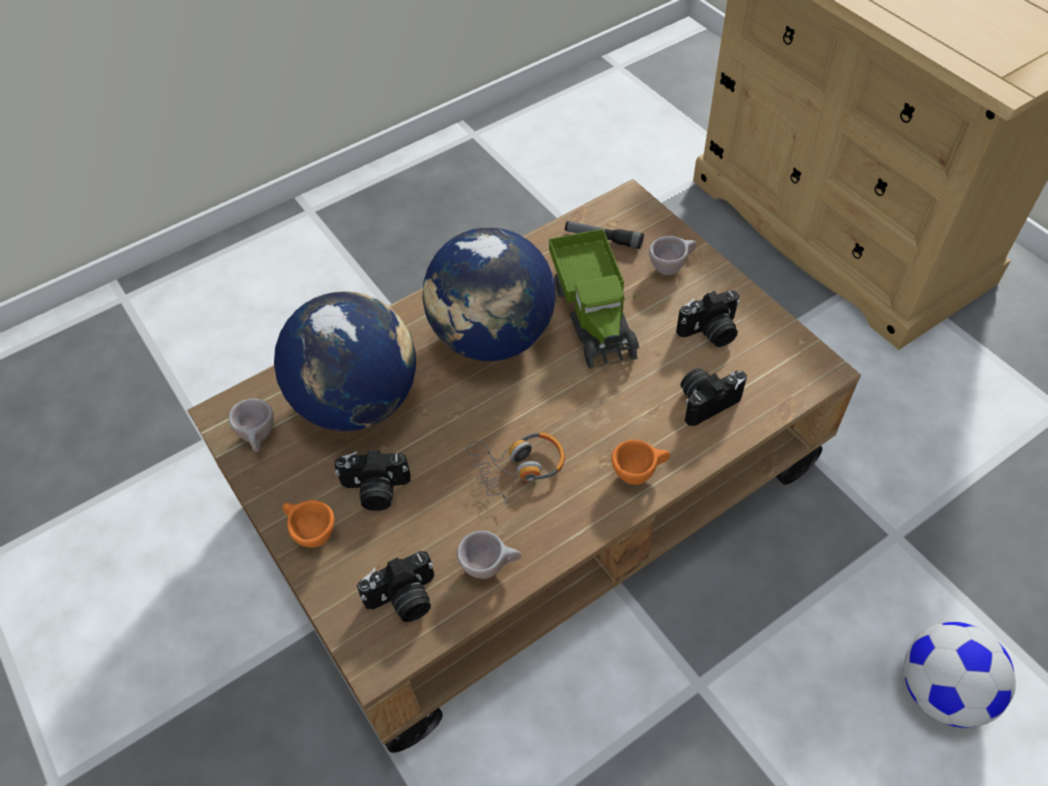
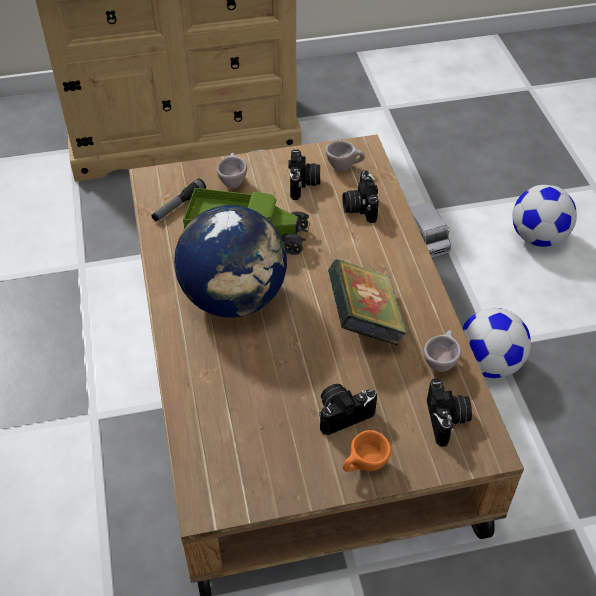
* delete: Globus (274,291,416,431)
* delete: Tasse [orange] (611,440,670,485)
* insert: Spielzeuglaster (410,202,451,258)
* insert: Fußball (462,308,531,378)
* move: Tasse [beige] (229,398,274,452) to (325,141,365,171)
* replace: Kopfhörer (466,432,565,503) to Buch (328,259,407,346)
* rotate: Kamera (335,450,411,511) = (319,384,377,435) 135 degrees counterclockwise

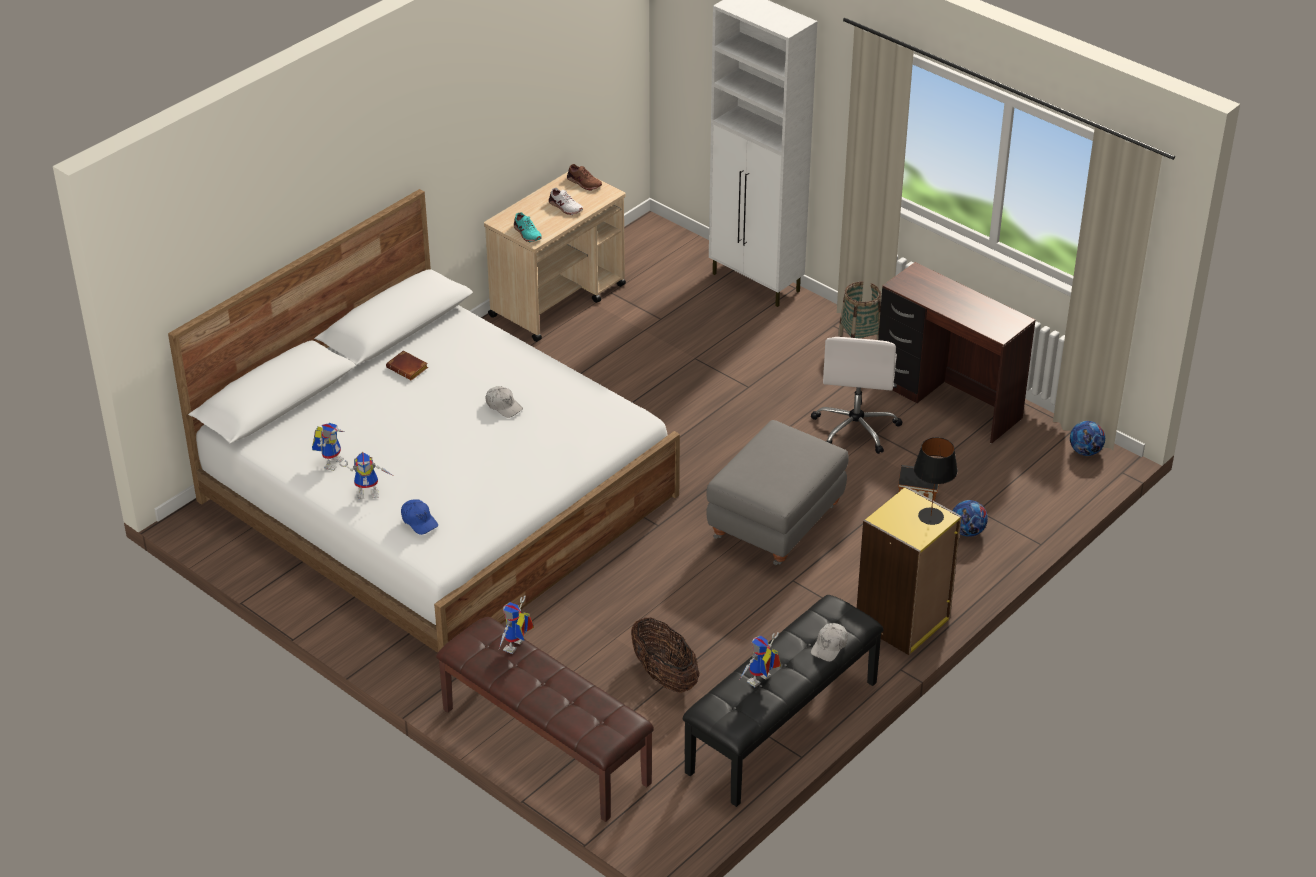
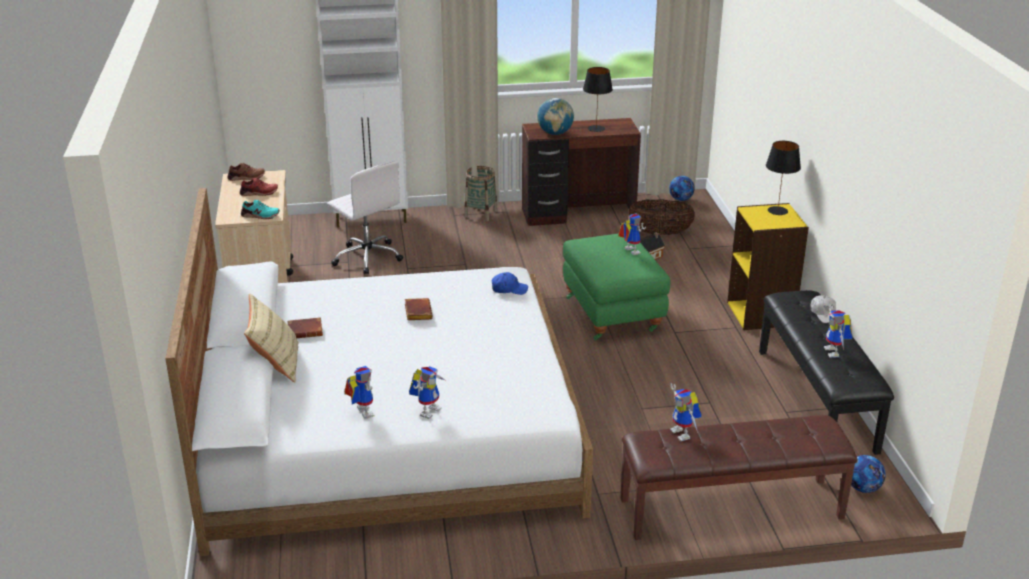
* insert: Kissen [beige] (244,293,298,382)
* insert: Globus (537,98,574,135)
* insert: Tischlampe [schwarz] (583,67,613,132)
* insert: Spielzeugroboter (618,213,646,255)
* move: Kappe [blau] (401,499,438,535) to (492,272,528,295)
* move: Korb (631,618,699,693) to (628,199,695,235)
* move: Bürostuhl [weiß] (811,337,903,454) to (327,161,403,275)
* move: Fußball (953,500,988,537) to (851,455,886,493)
* replace: Kappe [weiß] (486,386,523,418) to Buch [braun] (405,298,433,320)
* recolor: Schuh [weiß] (549,188,583,215) to Schuh [rot] (240,178,278,196)
* recolor: Polsterhocker [grau] (706,420,849,565) to Polsterhocker [grün] (563,234,670,341)

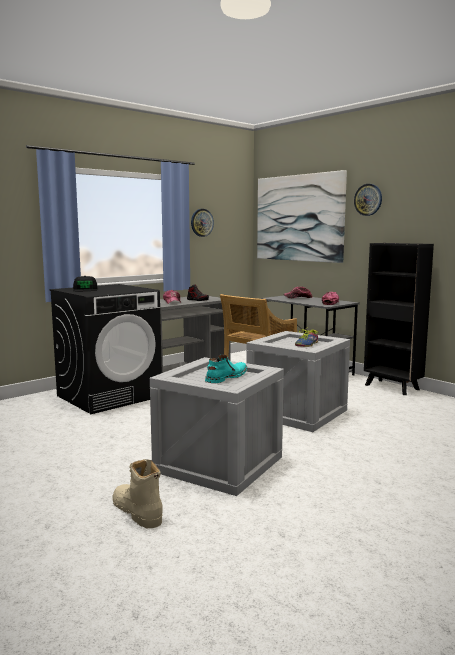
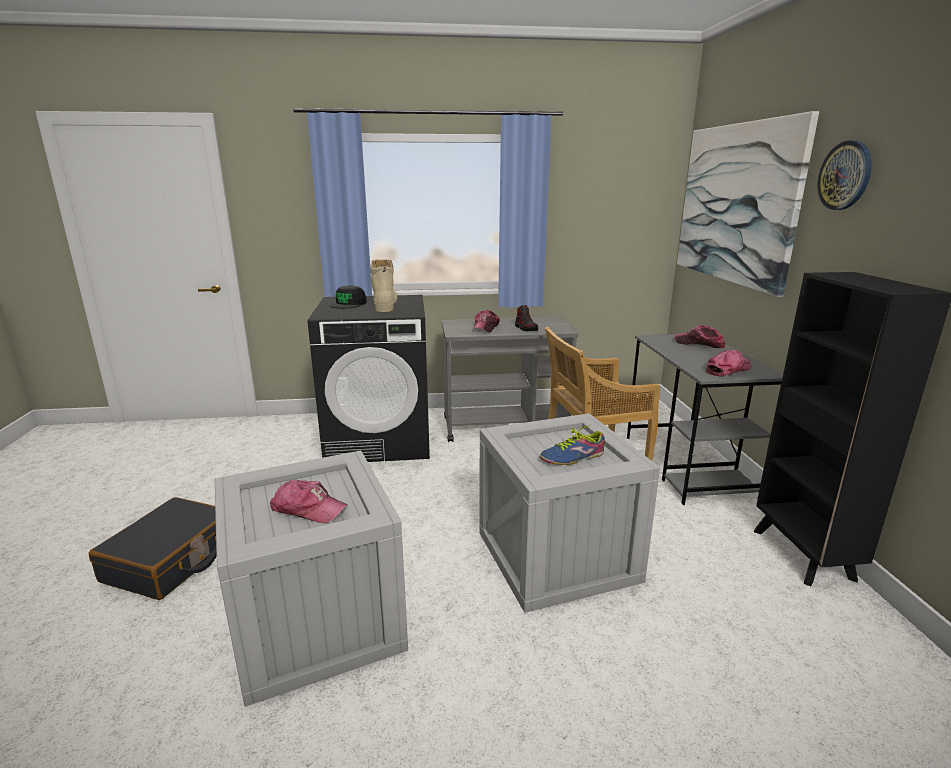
* delete: Wanduhr (191,209,214,237)
* insert: Koffer [schwarz] (89,497,217,600)
* move: Stiefel [beige] (113,459,163,528) to (370,259,397,312)
* replace: Stiefel [türkis] (205,355,247,383) to Kappe (270,480,348,523)

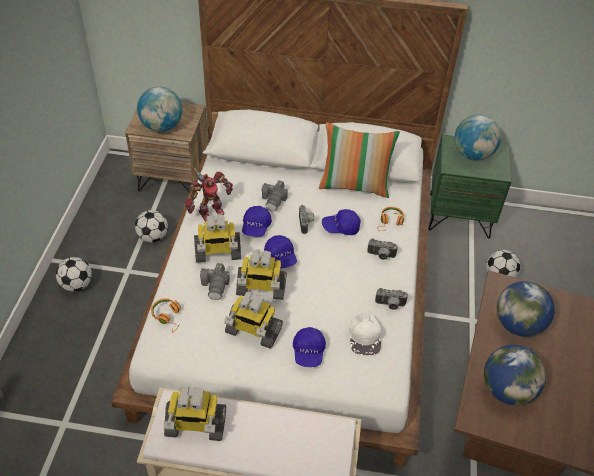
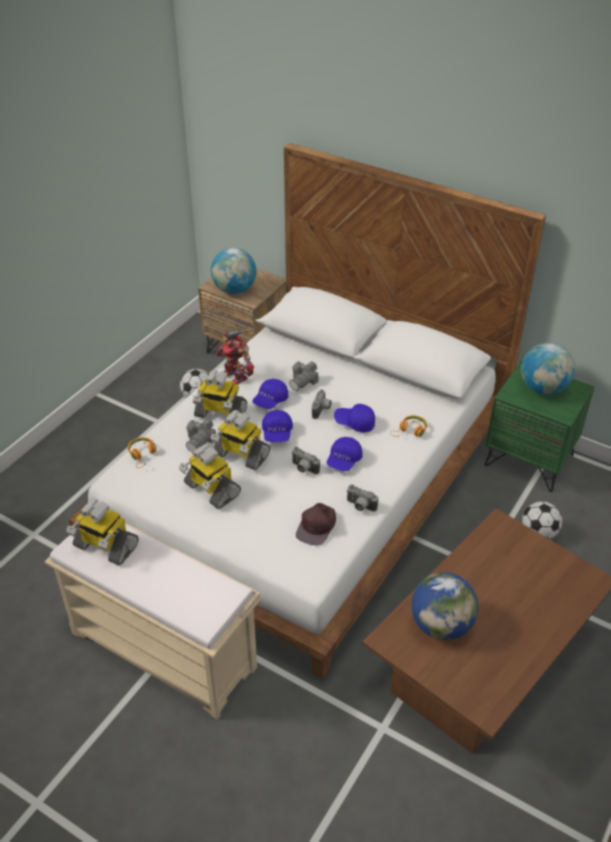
* delete: Fußball (56,257,92,291)
* delete: Kissen (319,122,400,198)
* delete: Globus (497,281,555,337)
* move: Kappe [blau] (293,327,326,367) to (327,437,363,471)
* move: Kamera (367,238,398,260) to (292,447,320,474)
* recolor: Kappe [weiß] (349,314,381,356) to Kappe [braun] (296,503,336,546)
* rotate: Spielzeugroboter (185,168,233,222) = (216,329,254,385) 60 degrees clockwise

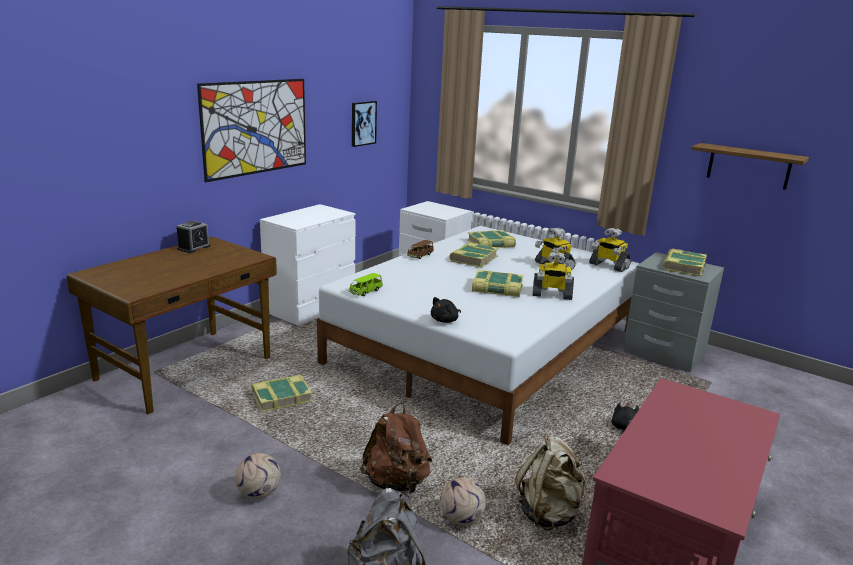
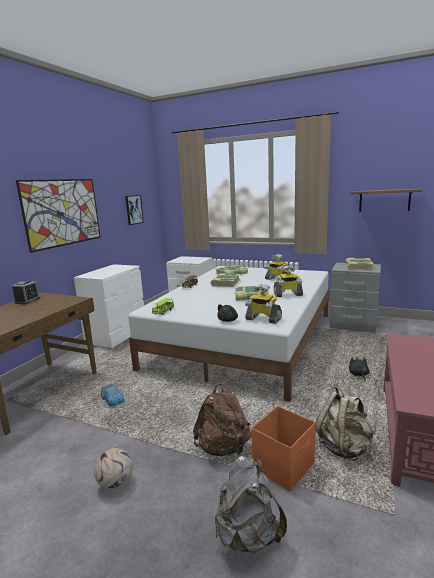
* move: Spielzeugroboter (589,228,631,272) to (245,284,282,324)
* replace: Buch (252,375,312,412) to Spielzeugauto (101,384,125,407)
* replace: Fußball (440,477,486,525) to Aufbewahrungsbox [orange] (251,406,316,491)

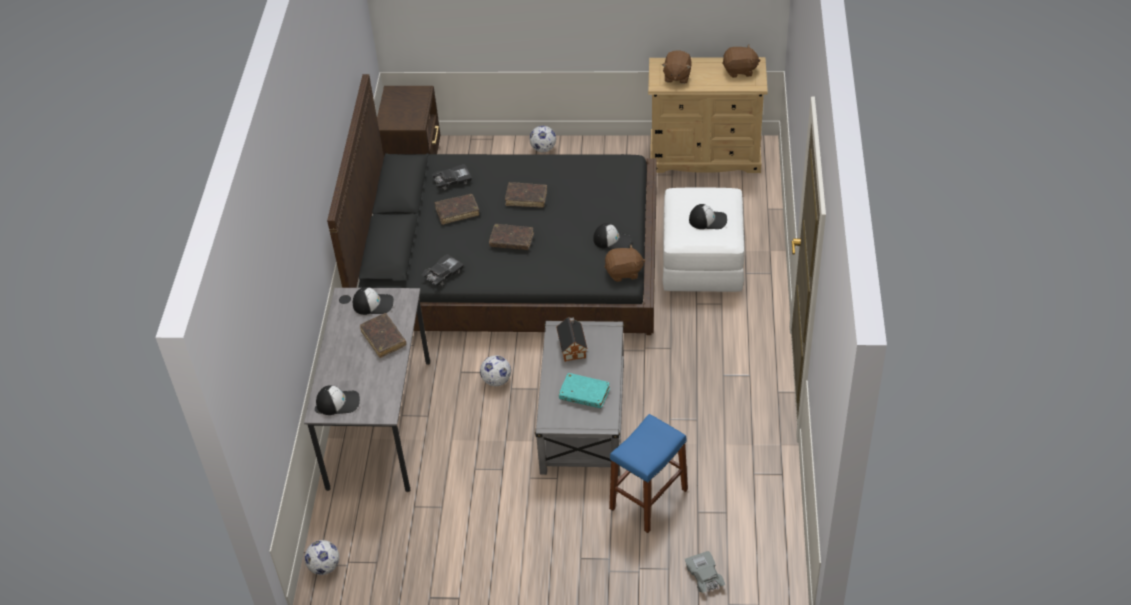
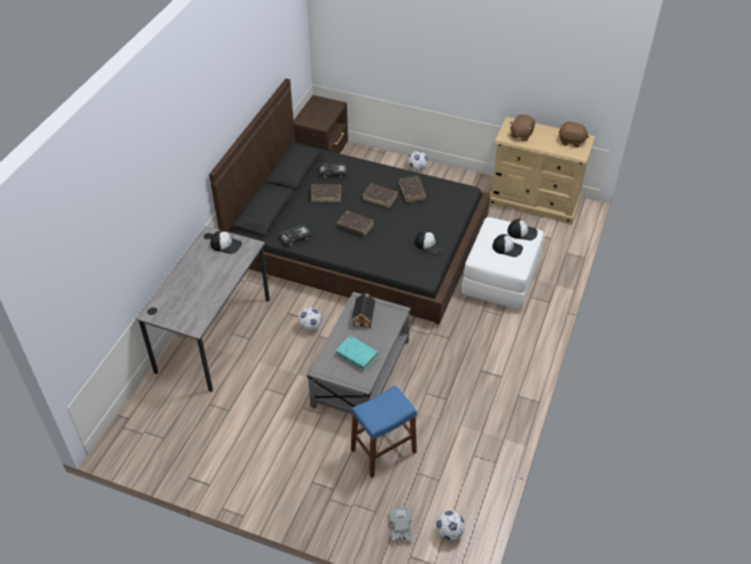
* delete: Plüschtier [braun] (604,244,645,282)
* move: Fußball (305,540,339,575) to (436,511,465,541)
* move: Kappe (316,385,360,415) to (507,219,537,240)
* move: Buch [braun] (360,313,406,358) to (399,176,426,202)

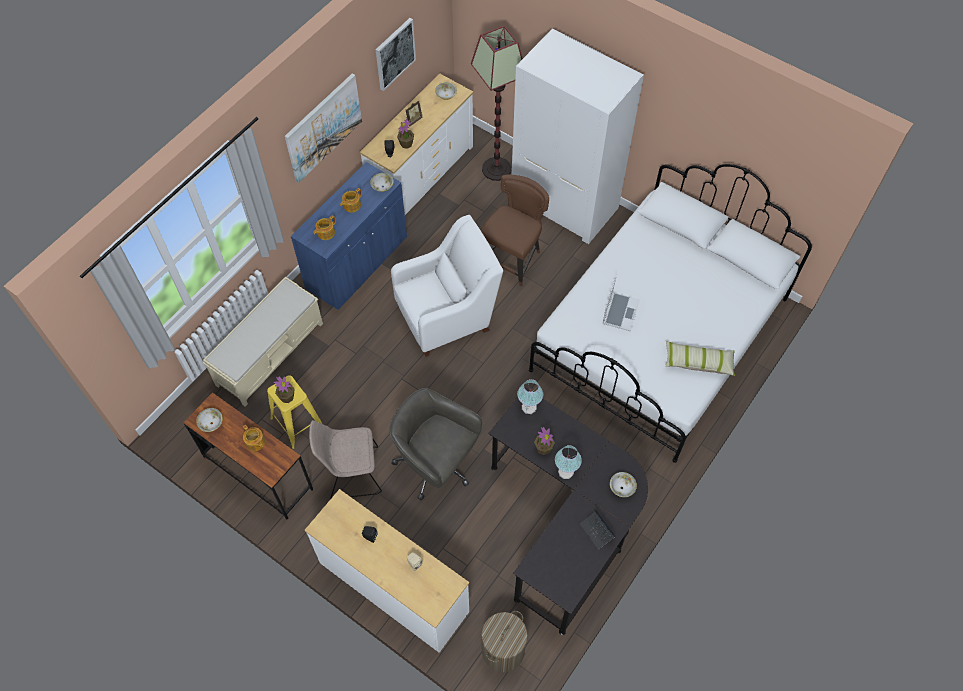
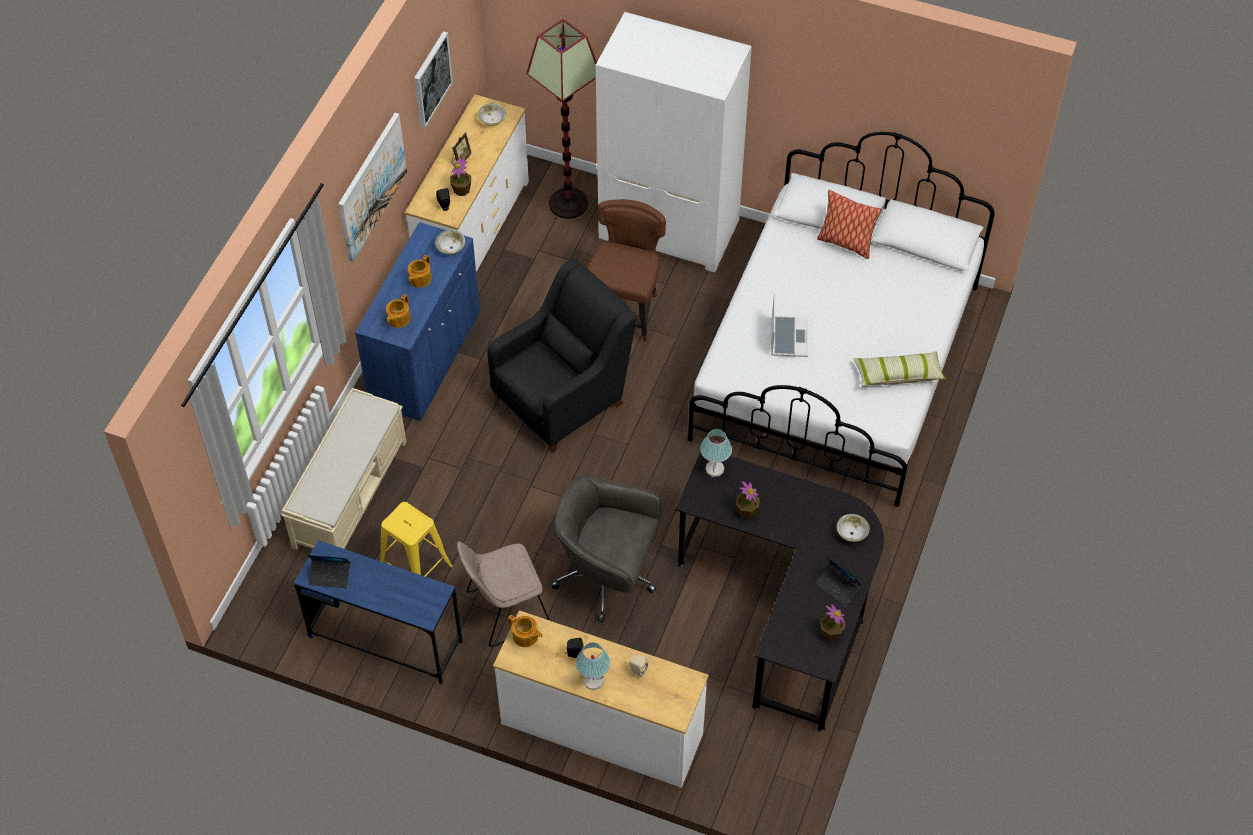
* delete: Wäschekorb (482,611,528,672)
* insert: Kissen (817,190,882,259)
* move: Teekanne (243,425,265,451) to (508,615,543,647)
* move: Topfpflanze (274,376,295,403) to (820,604,846,641)
* move: Tischlampe (555,445,582,479) to (576,642,610,690)
* replace: Schüssel (196,408,223,432) to Laptop (307,555,350,588)
* recolor: Schreibtisch [braun] (183,392,313,519) to Schreibtisch [blau] (294,540,463,684)
* recolor: Sessel [weiß] (391,215,503,357) to Sessel [schwarz] (487,259,637,453)

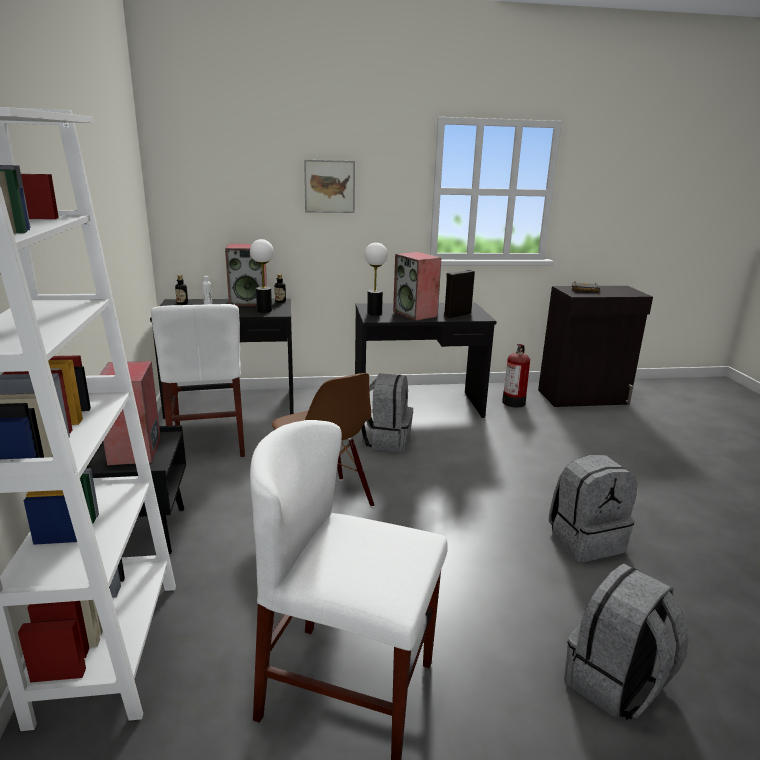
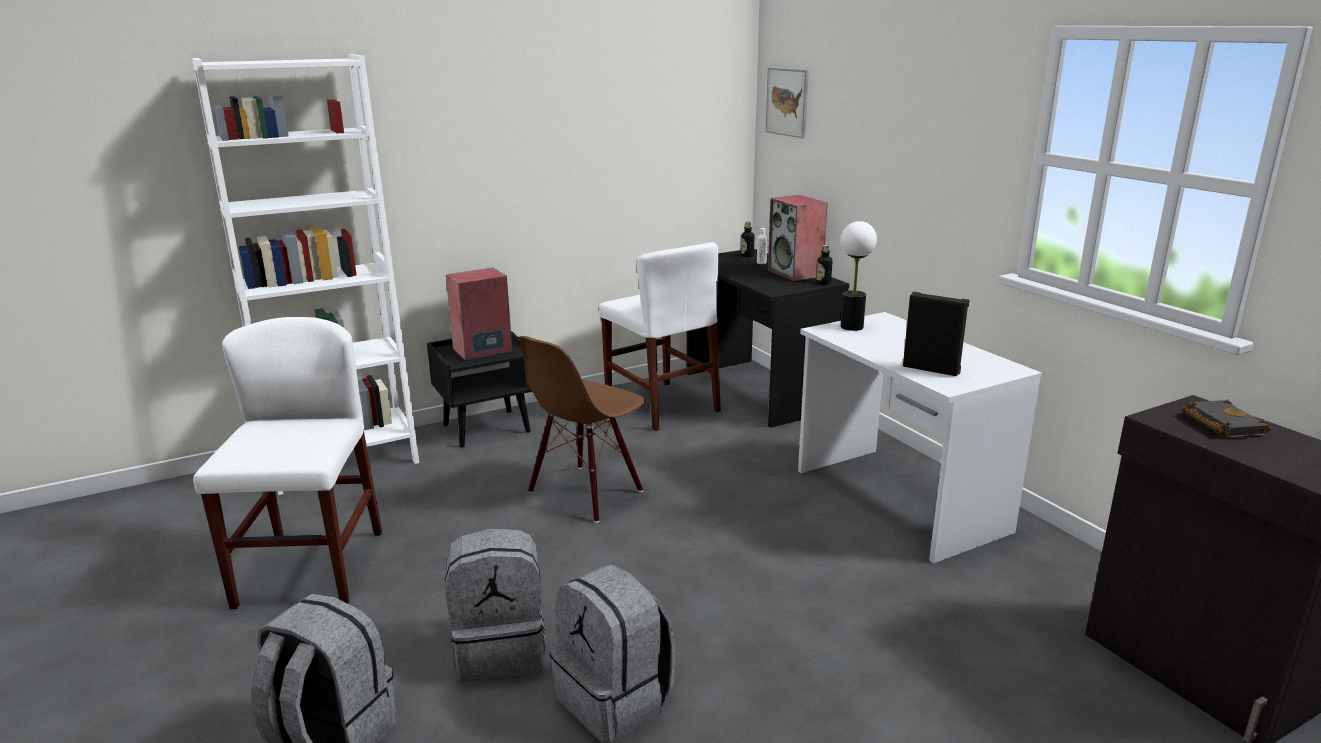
* delete: Tischlampe (250,239,274,313)
* delete: Lautsprecher (393,252,441,321)
* delete: Feuerlöscher (502,344,530,407)
* move: Bild (304,160,355,213) to (766,67,809,139)
* move: Rucksack [grau] (360,373,413,452) to (445,528,546,682)
* recolor: Schreibtisch [schwarz] (355,303,497,418) to Schreibtisch [weiß] (798,312,1042,563)
* rotate: Stuhl [weiß] (151,304,245,457) = (599,242,721,431) 90 degrees counterclockwise

